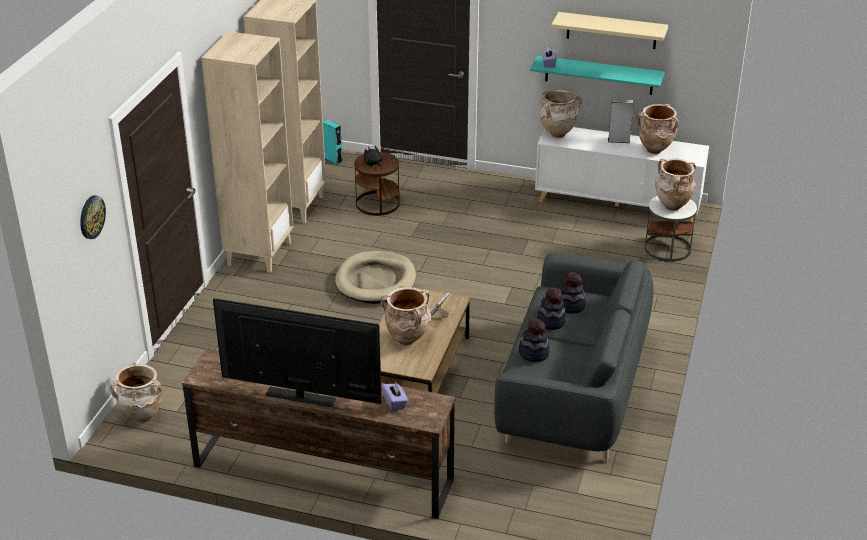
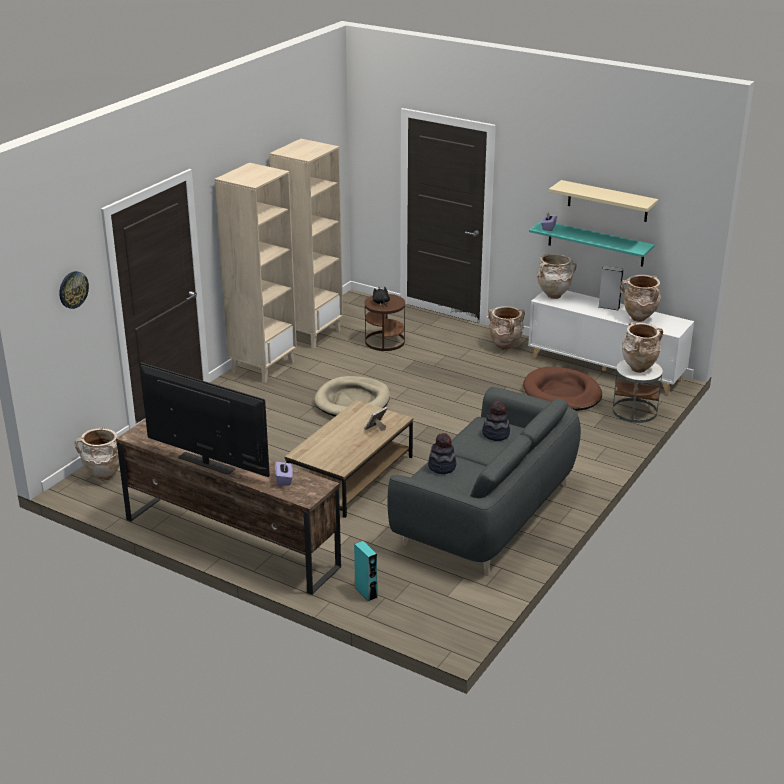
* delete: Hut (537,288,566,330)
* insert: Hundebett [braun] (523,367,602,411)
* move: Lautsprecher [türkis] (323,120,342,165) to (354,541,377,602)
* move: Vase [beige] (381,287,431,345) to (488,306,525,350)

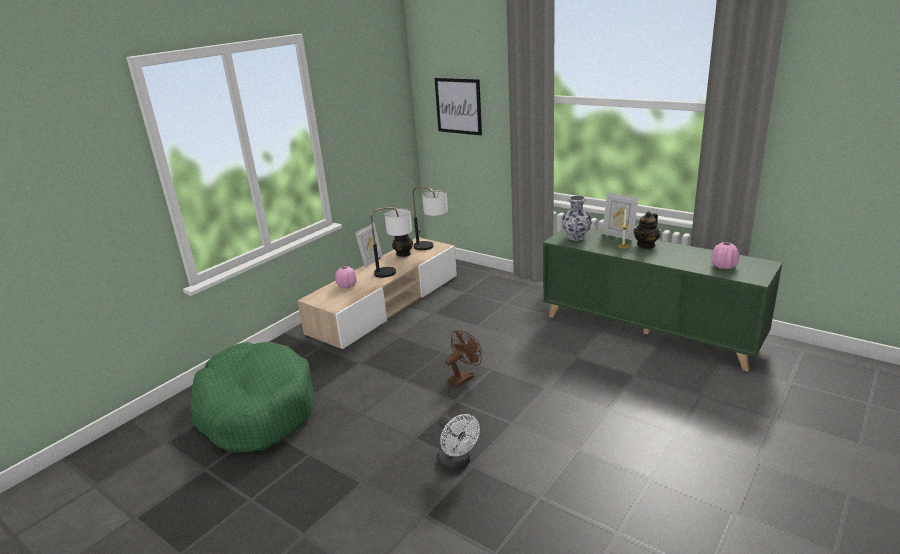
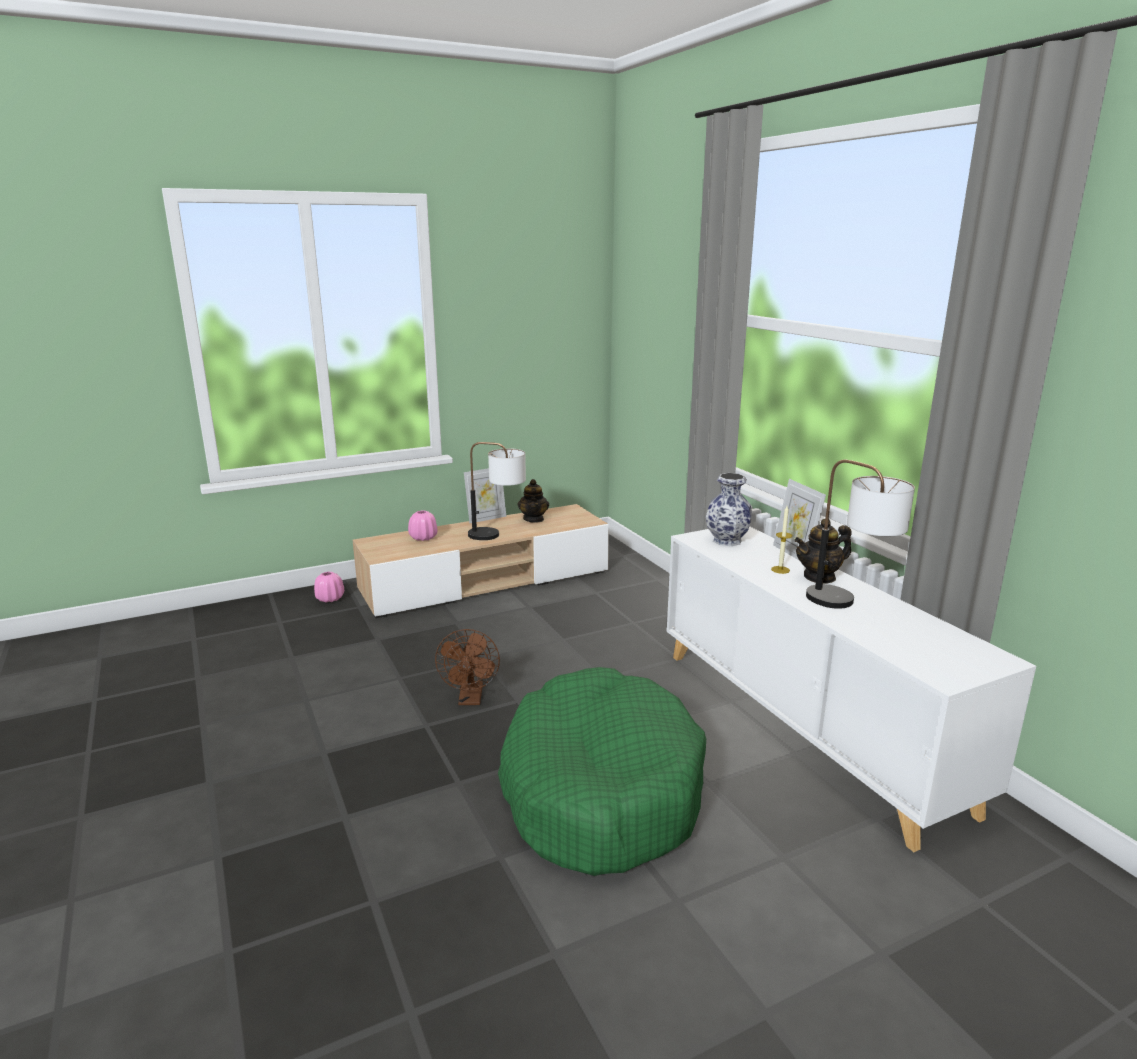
* delete: Bild (435,78,482,135)
* delete: Ventilator [weiß] (437,414,480,471)
* move: Hundebett [grün] (190,342,314,453) to (498,667,706,876)
* move: Tischlampe (413,187,448,250) to (806,460,915,609)
* move: Vase [rosa] (711,242,739,269) to (314,572,344,603)
* recolor: Schrank [grün] (543,228,783,372) to Schrank [weiß] (666,526,1036,852)
* rotate: Ventilator [braun] (445,330,482,387) = (435,629,500,705) 105 degrees clockwise

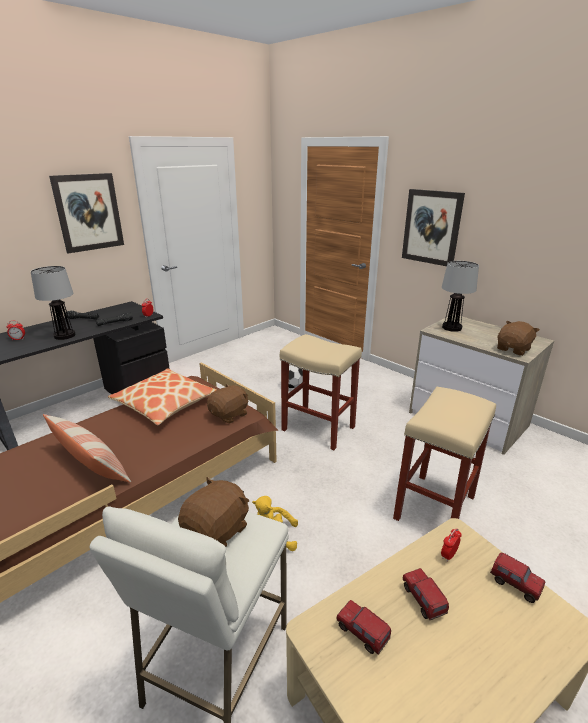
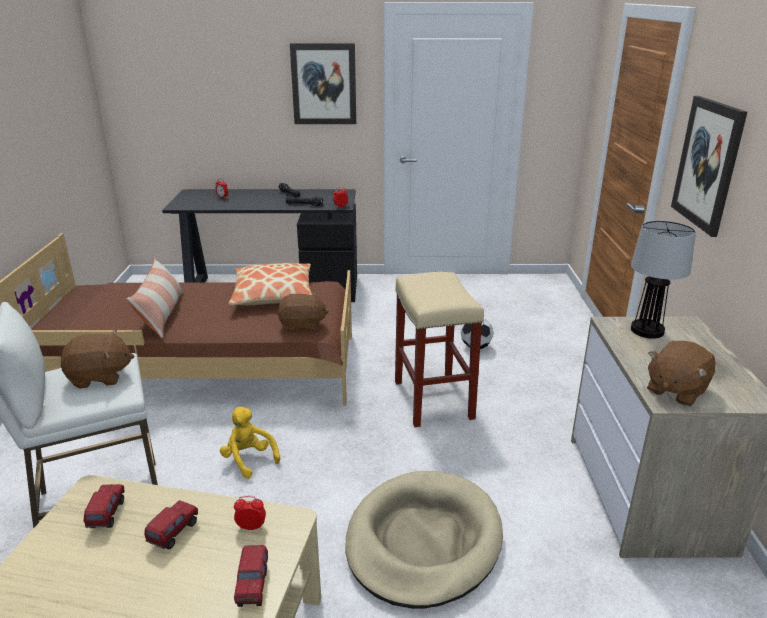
* delete: Tischlampe (31,266,76,340)
* replace: Hocker [beige] (393,387,496,521) to Hundebett [beige] (345,471,503,609)
* rotate: Plüschtier [braun] (497,321,540,356) = (647,341,716,406) 135 degrees clockwise

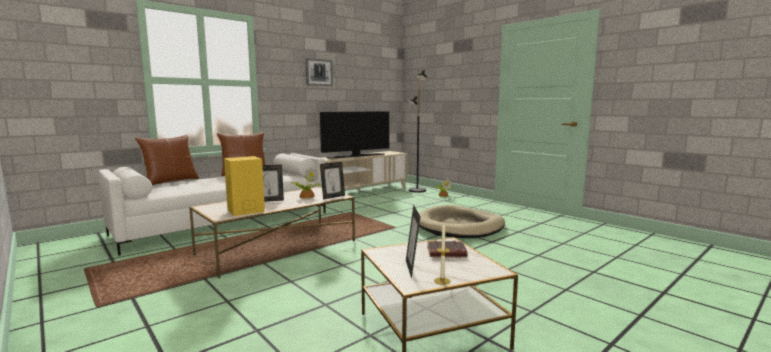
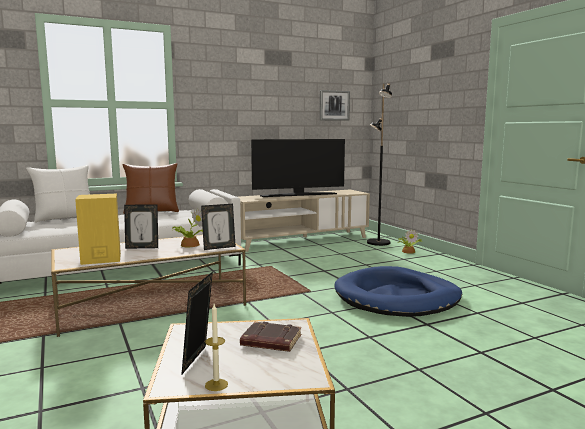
* move: Bild (306,58,333,86) to (320,90,350,121)
* recolor: Kissen [braun] (135,135,199,185) to Kissen [weiß] (26,165,90,222)
* recolor: Hundebett [beige] (419,205,505,238) to Hundebett [blau] (335,266,462,317)

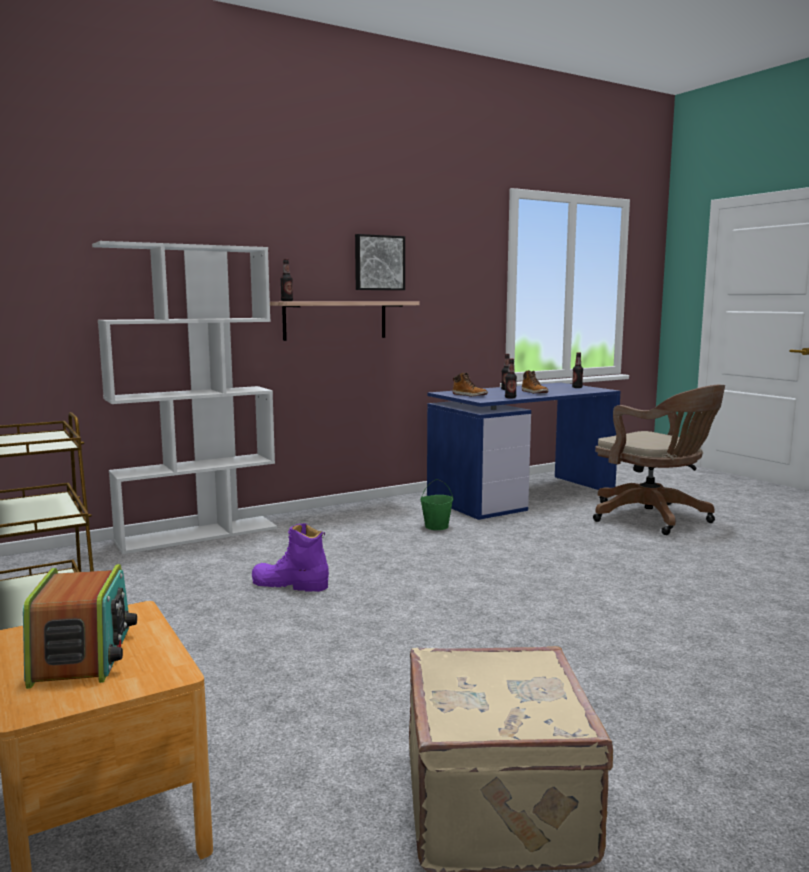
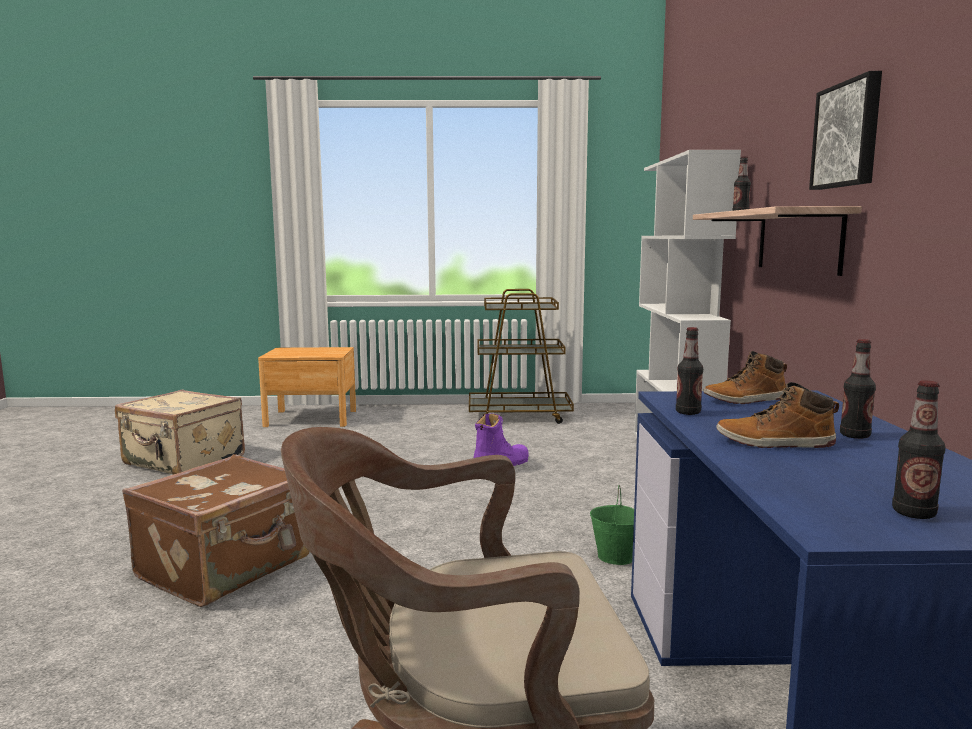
* delete: Radio (23,564,137,689)
* insert: Koffer [braun] (122,454,310,607)

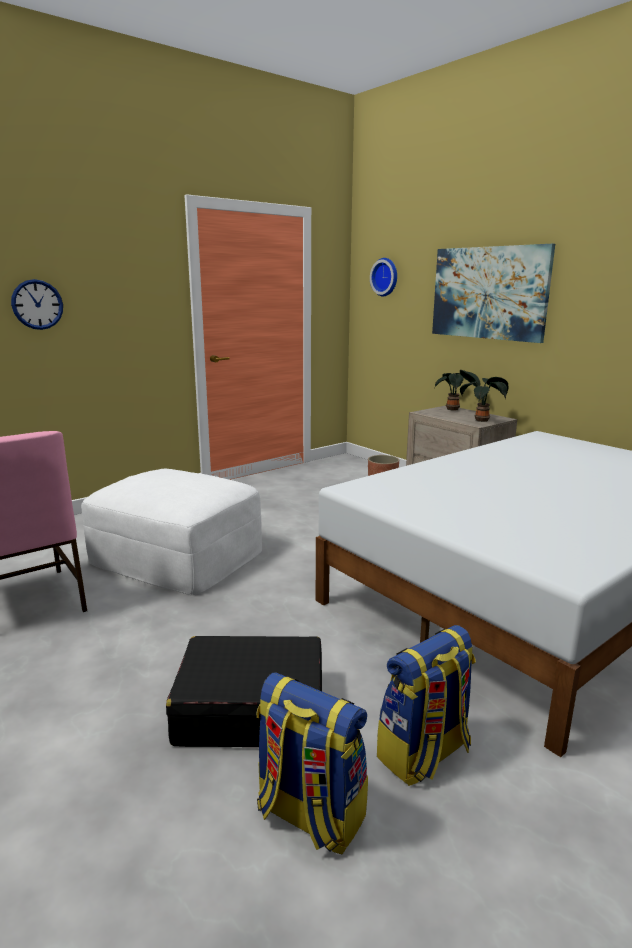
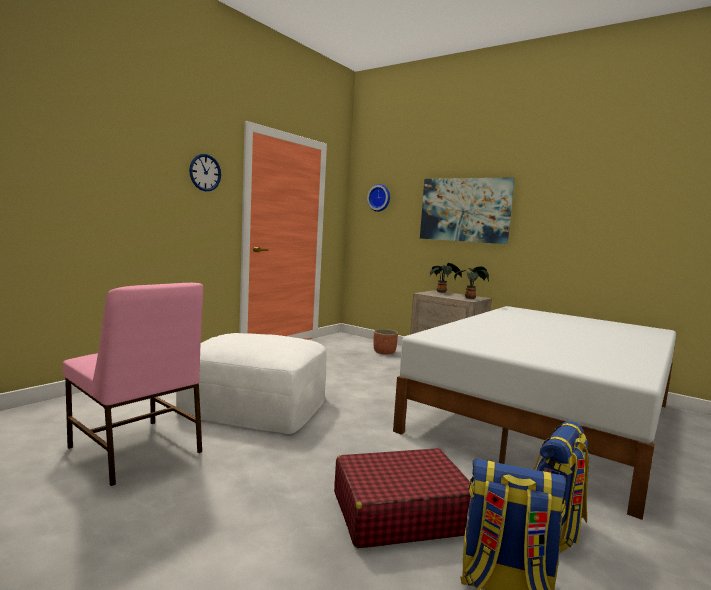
* move: Wanduhr (11,279,63,330) to (189,154,221,191)
* recolor: Koffer [schwarz] (166,636,322,747) to Koffer [rot] (334,448,471,548)

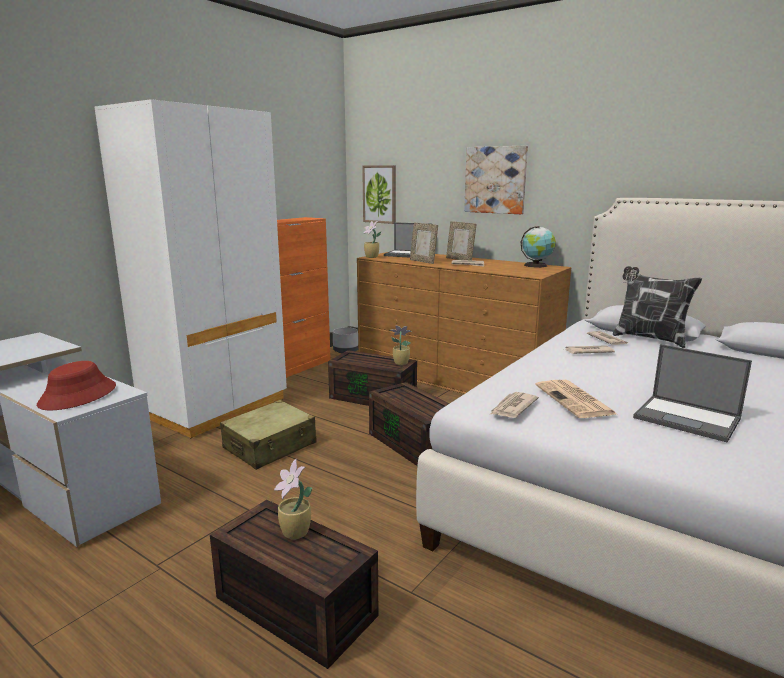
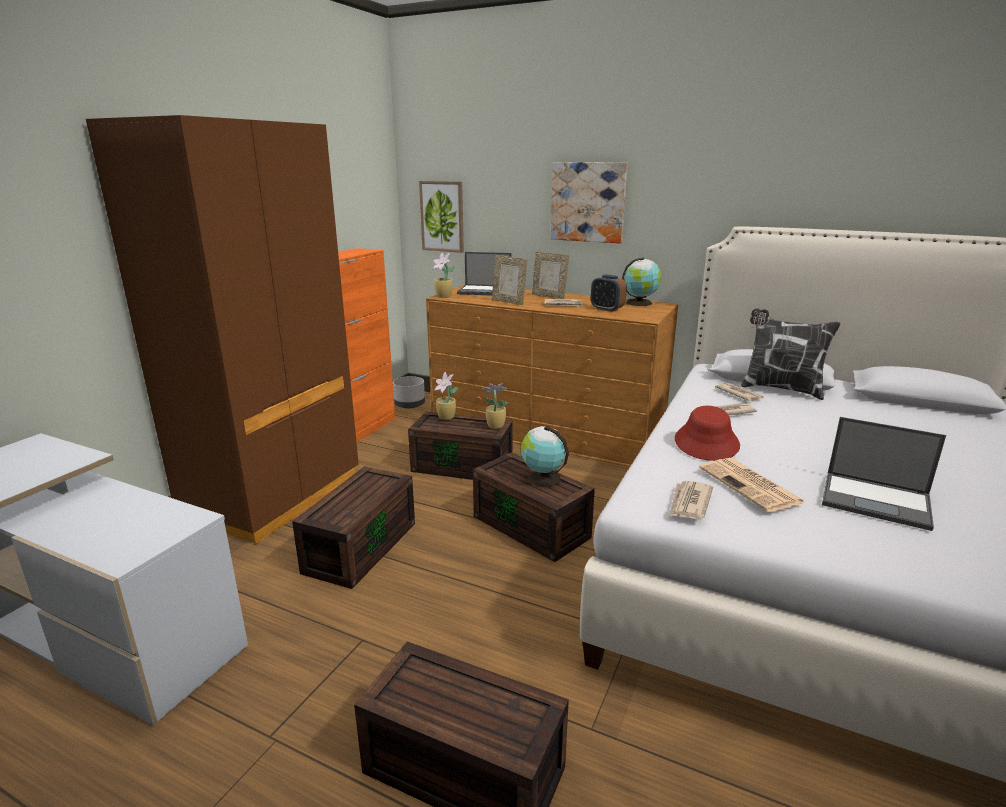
* insert: Globus (520,426,569,487)
* insert: Wecker (591,274,627,312)
* move: Hut [rot] (37,361,116,410) to (675,406,740,461)
* move: Topfpflanze (274,459,312,539) to (434,372,458,420)
* replace: Koffer [beige] (220,400,317,470) to Aufbewahrungsbox [braun] (292,466,415,589)
* recolor: Kleiderschrank [weiß] (94,99,287,438) to Kleiderschrank [braun] (86,115,359,544)

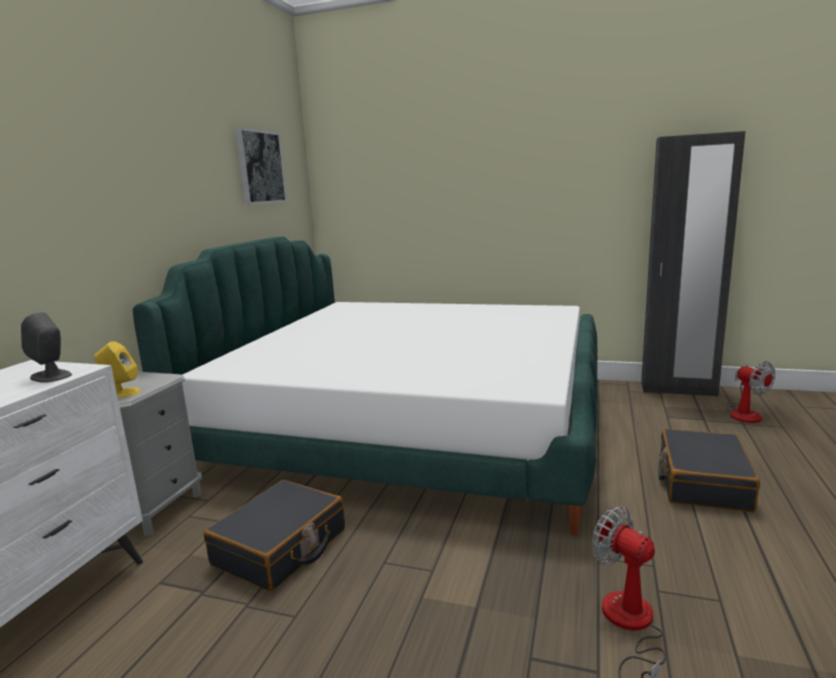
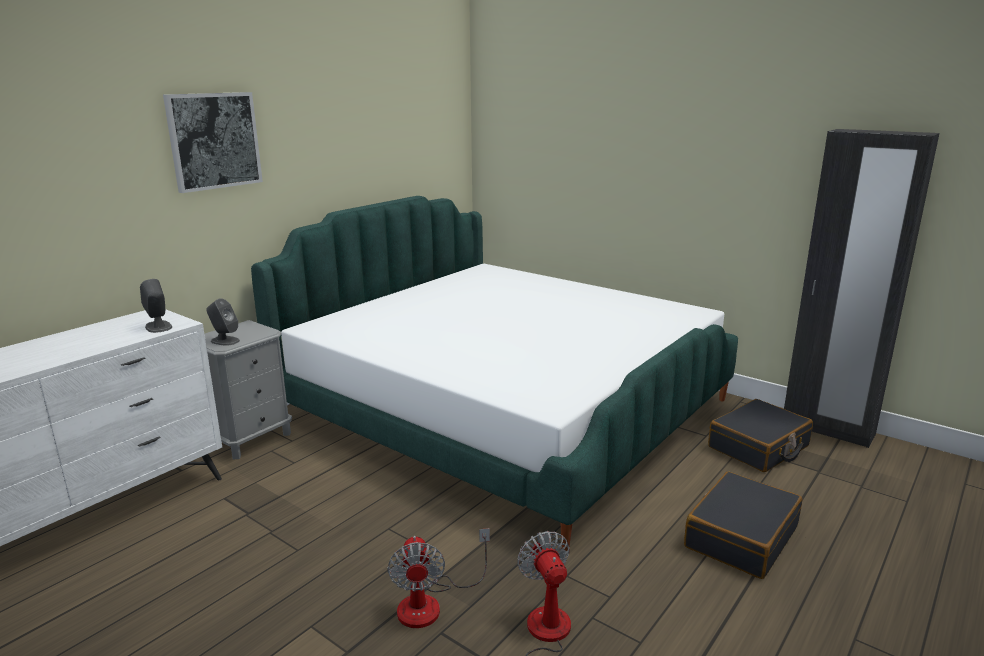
* move: Koffer [schwarz] (204,480,345,592) to (708,399,813,472)
* move: Bild (235,127,287,205) to (163,92,263,193)
* move: Ventilator (726,361,775,423) to (387,528,490,628)
* recolor: Lautsprecher [gelb] (94,341,141,398) to Lautsprecher [grau] (207,298,240,346)

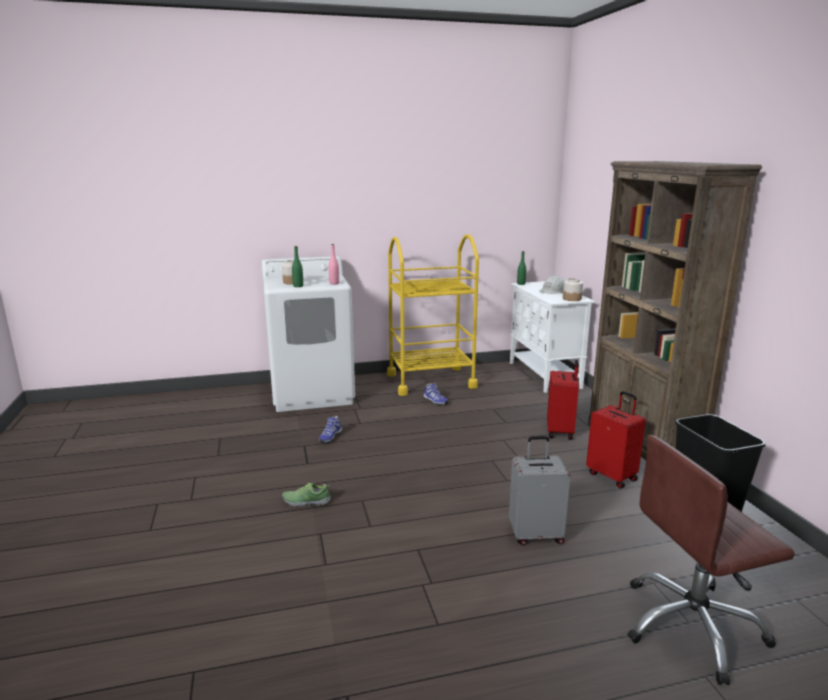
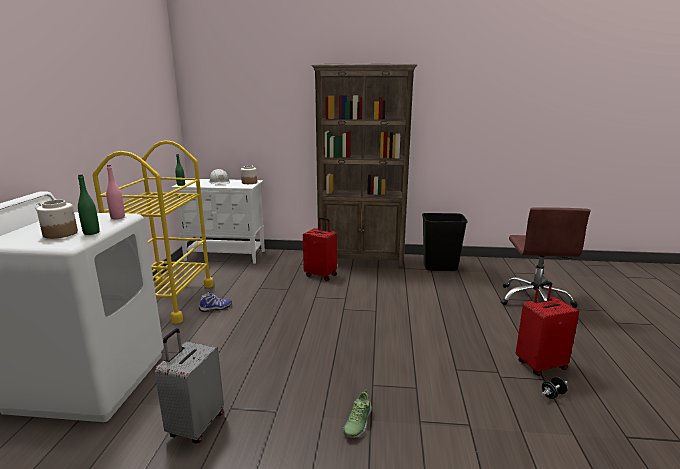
* delete: Schuh (319,416,342,444)
* insert: Hantel [schwarz] (541,377,568,399)
* move: Koffer [grau] (509,436,570,545) to (155,328,224,443)
* move: Koffer [rot] (586,391,646,488) to (516,282,579,376)

